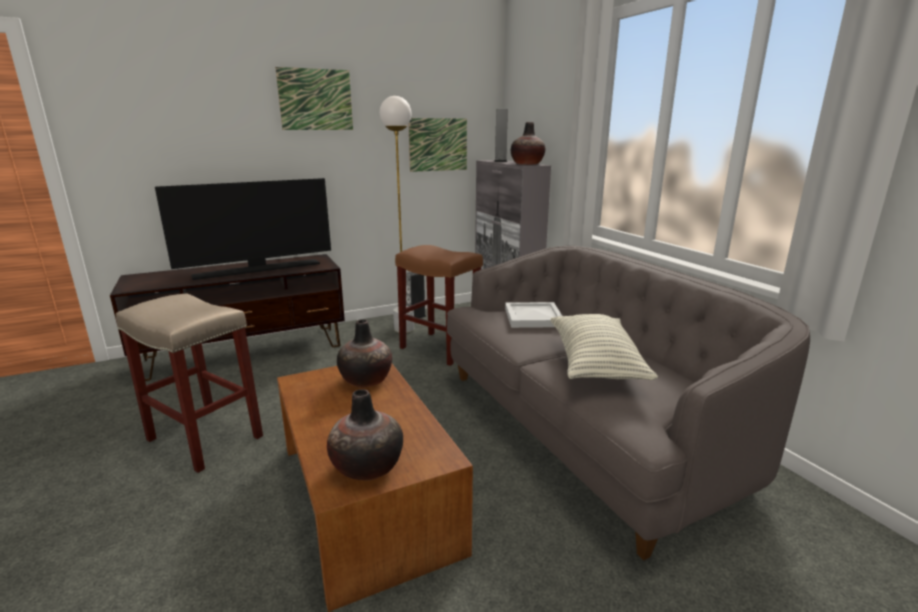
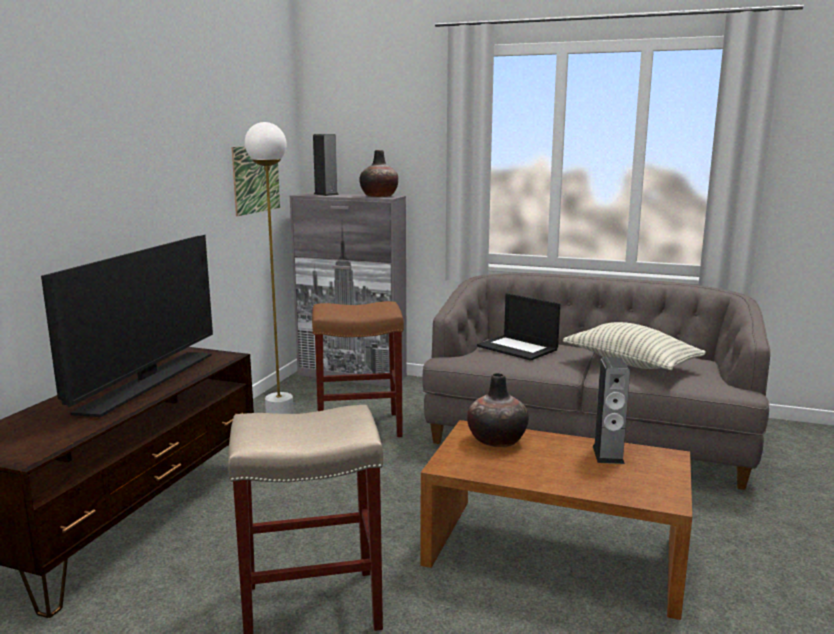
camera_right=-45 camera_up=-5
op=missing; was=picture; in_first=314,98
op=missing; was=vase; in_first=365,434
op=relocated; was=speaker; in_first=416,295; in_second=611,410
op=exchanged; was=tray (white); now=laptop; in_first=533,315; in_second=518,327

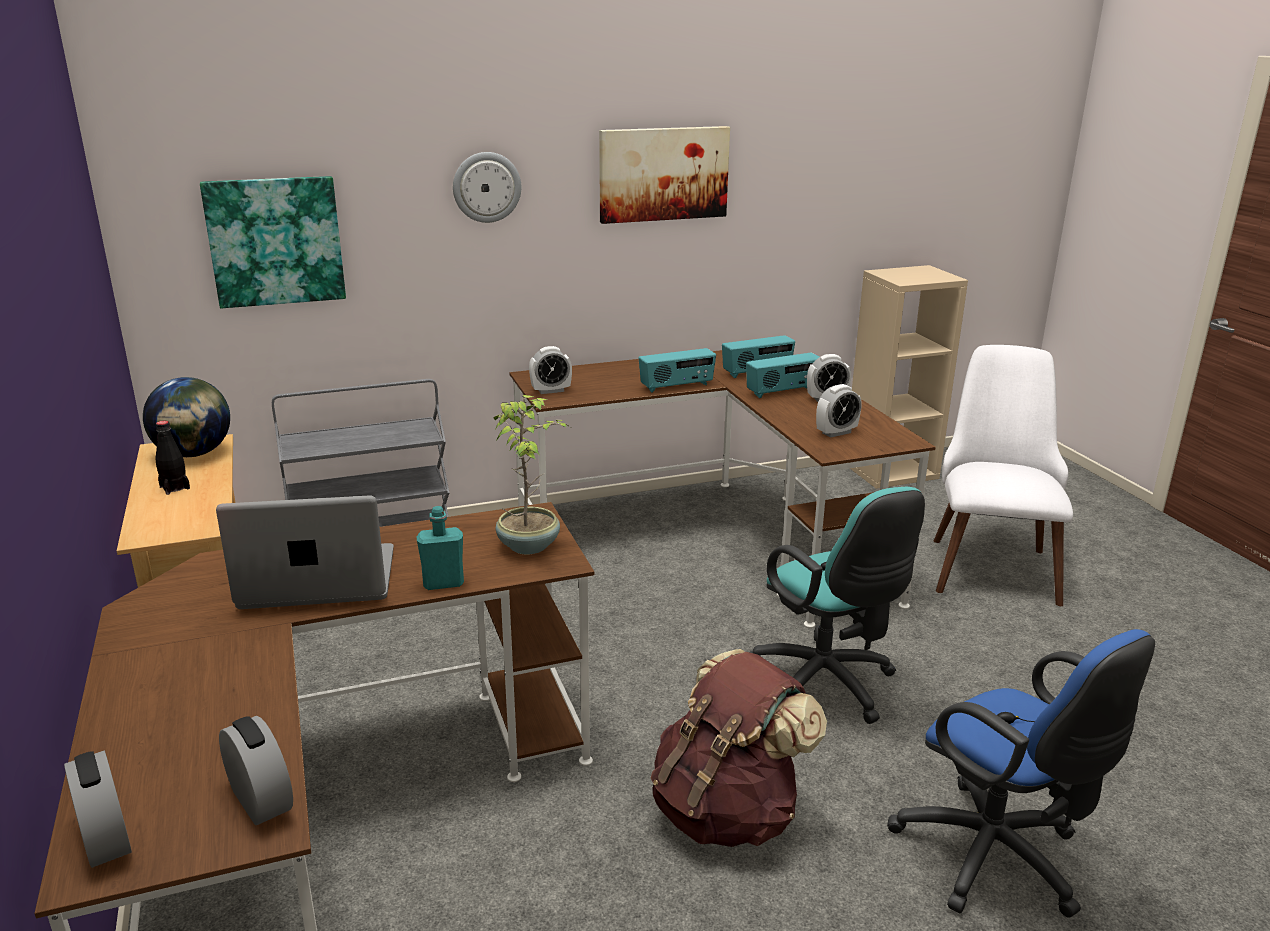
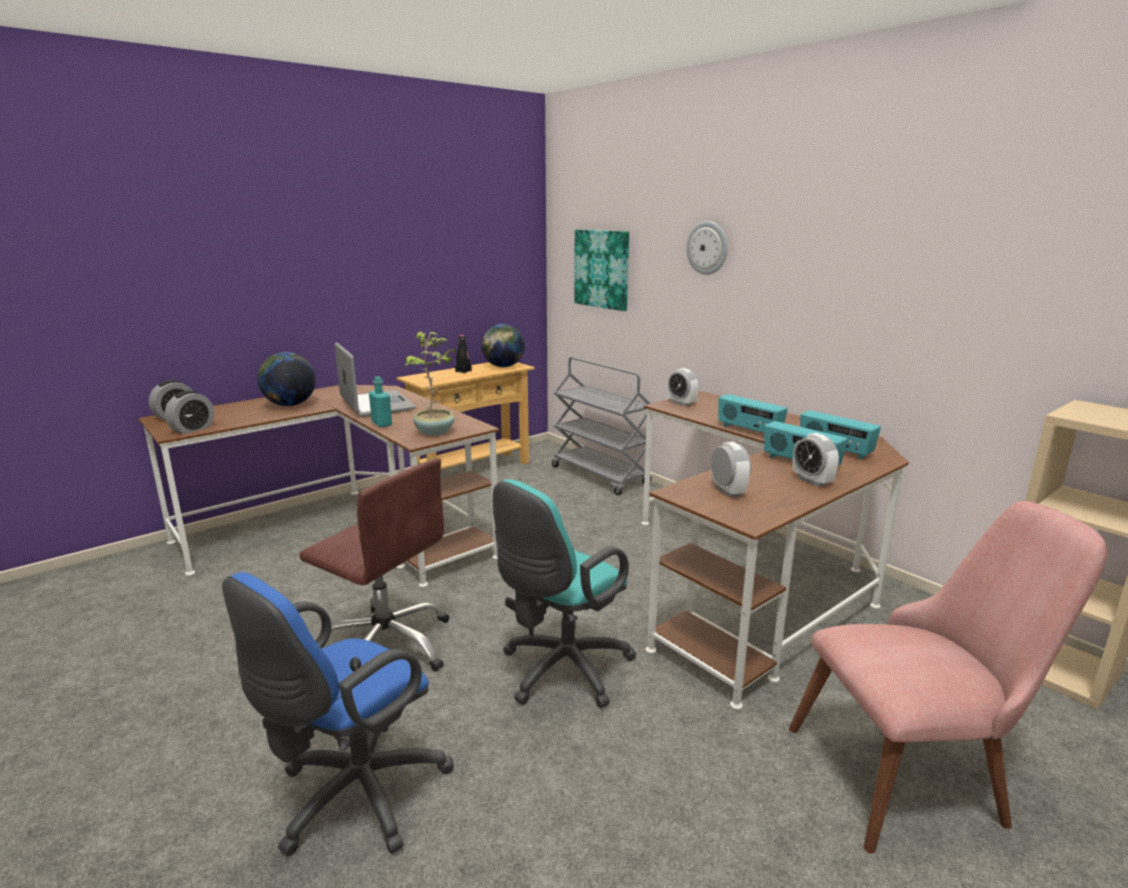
camera_right=70 camera_up=-5
op=missing; was=picture; in_first=664,175
op=appeared; now=globe; in_second=287,379
op=exchanged; was=backpack (brown); now=office chair (brown); in_first=739,748; in_second=374,565
op=colour; was=chair (white); now=chair (pink); in_first=1003,475; in_second=948,677
op=spun; was=alarm clock; in_first=839,411; in_second=731,469; clockwise=-150

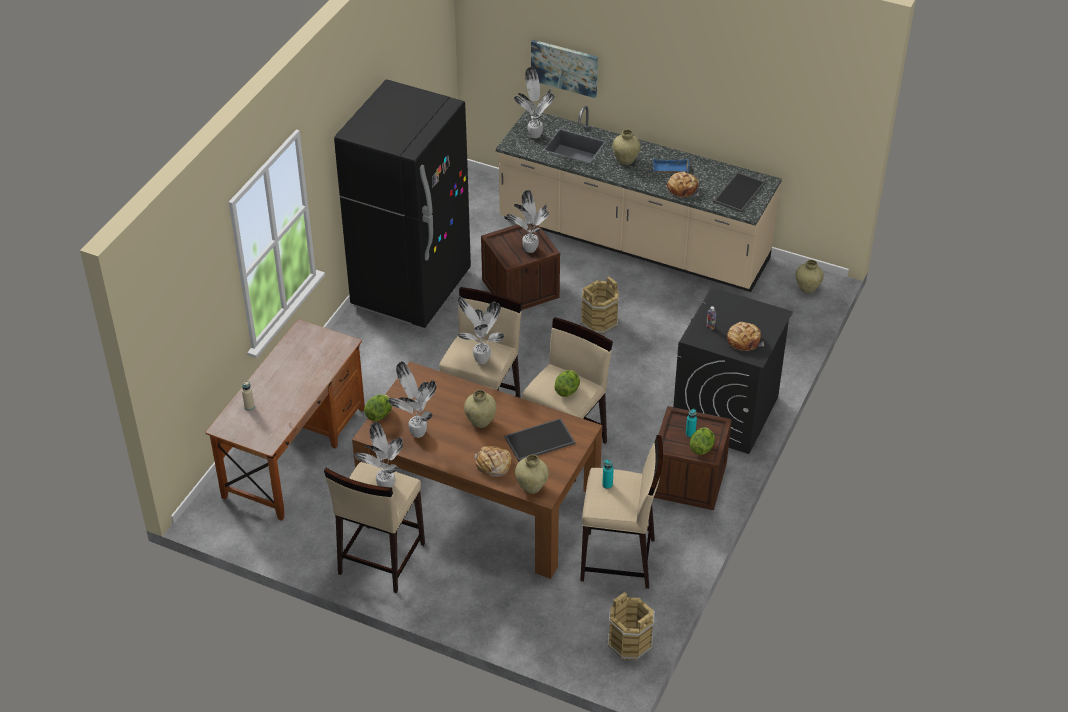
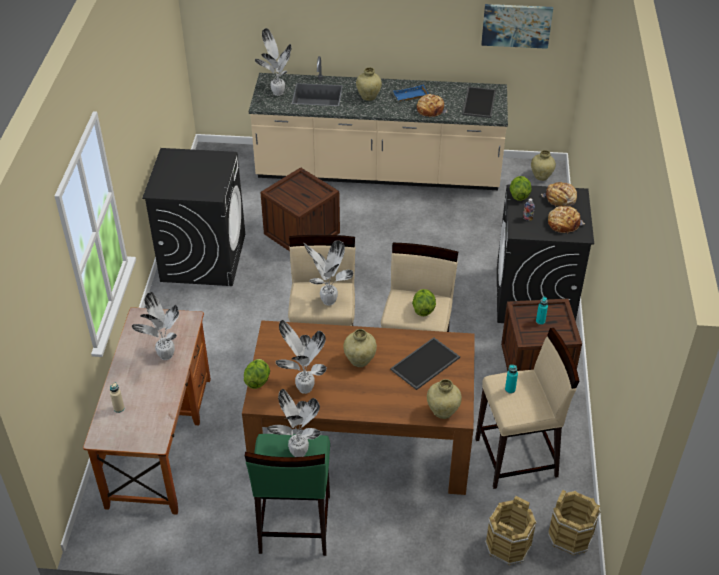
camera_right=-20 camera_up=0
op=relocated; was=bread; in_first=493,461; in_second=559,194
op=relocated; was=potted plant; in_first=528,221; in_second=155,326
op=relocated; was=picture; in_first=564,69; in_second=517,26
op=relocated; was=bucket (brown); in_first=600,305; in_second=511,530
op=relocated; was=lettuce; in_first=702,441; in_second=521,188
op=exchanged; was=fridge (black); now=washing machine (black); in_first=402,203; in_second=193,217
op=colour; was=stool (beige); now=stool (green); in_first=374,527; in_second=287,495

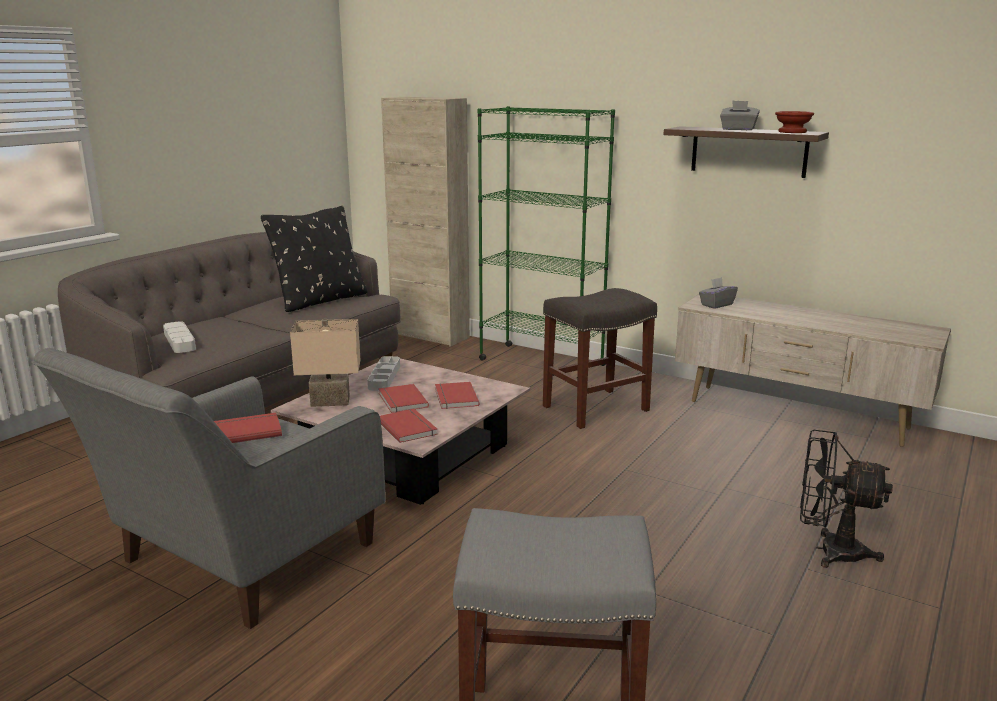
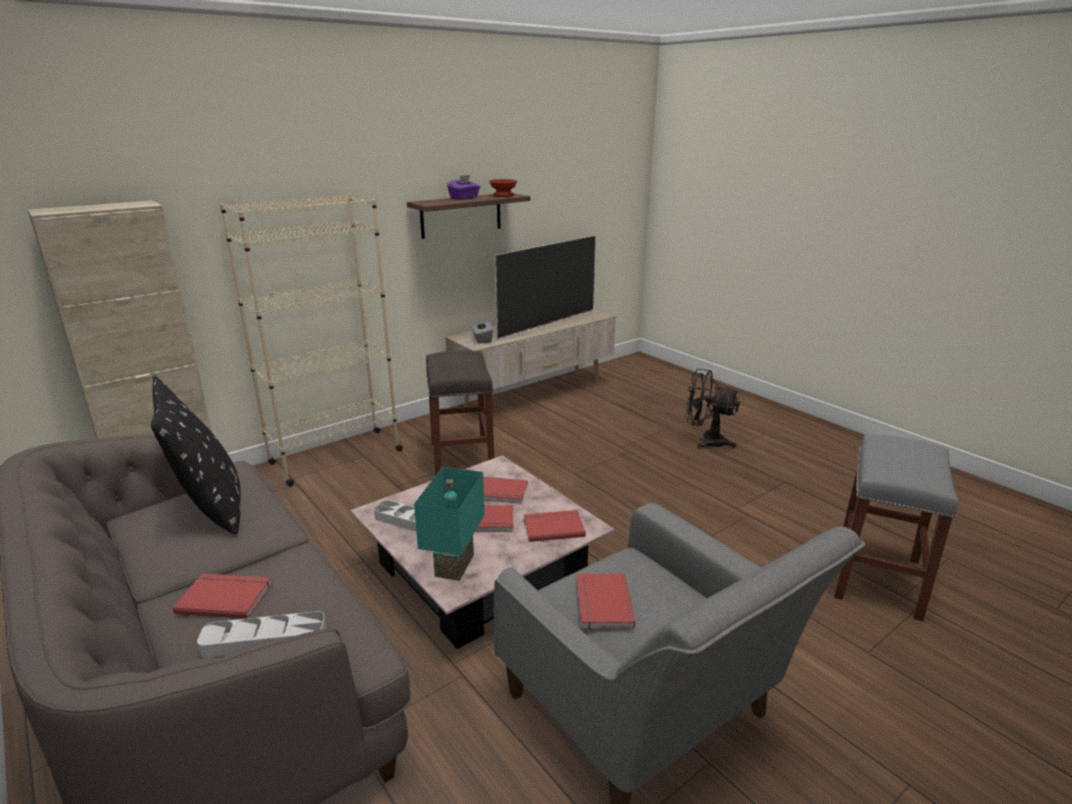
camera_right=-70 camera_up=5
op=appeared; now=book (red); in_second=222,596
op=appeared; now=television; in_second=545,287
op=colour; was=table lamp (beige); now=table lamp (turquoise); in_first=325,363; in_second=449,524
op=colour; was=bookcase (green); now=bookcase (beige); in_first=546,236; in_second=311,340
op=colour; was=tissue box (grey); now=tissue box (purple); in_first=740,115; in_second=463,187
op=spun; was=fan (black); in_first=846,499; in_second=712,409; clockwise=75

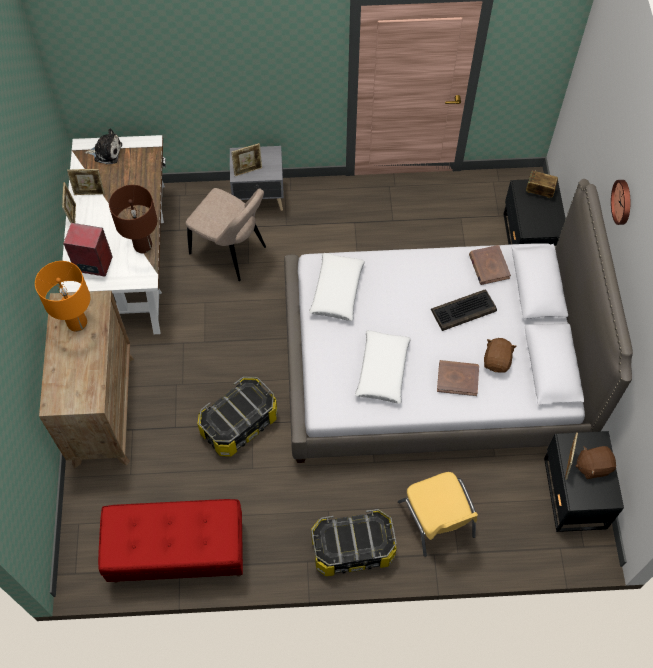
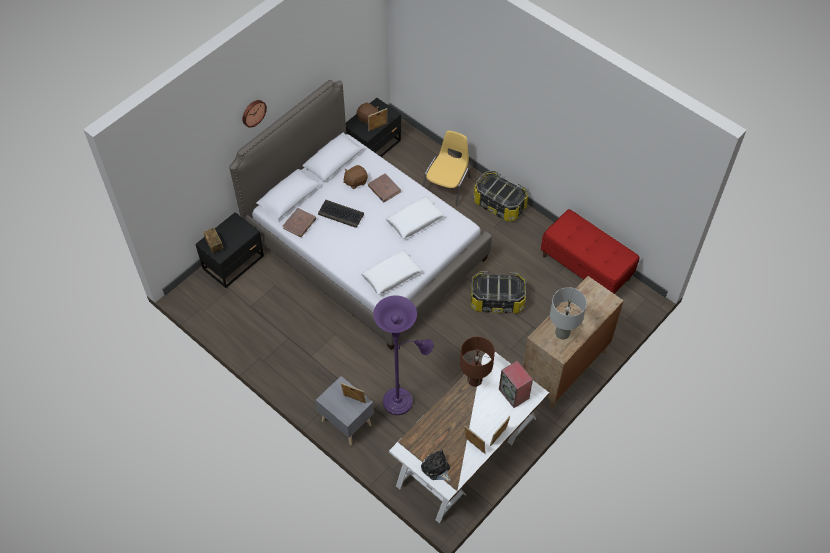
camera_right=-135 camera_up=-5
op=exchanged; was=chair (beige); now=floor lamp (purple); in_first=225,234; in_second=403,355
op=colour; was=table lamp (orange); now=table lamp (grey); in_first=62,296; in_second=568,313

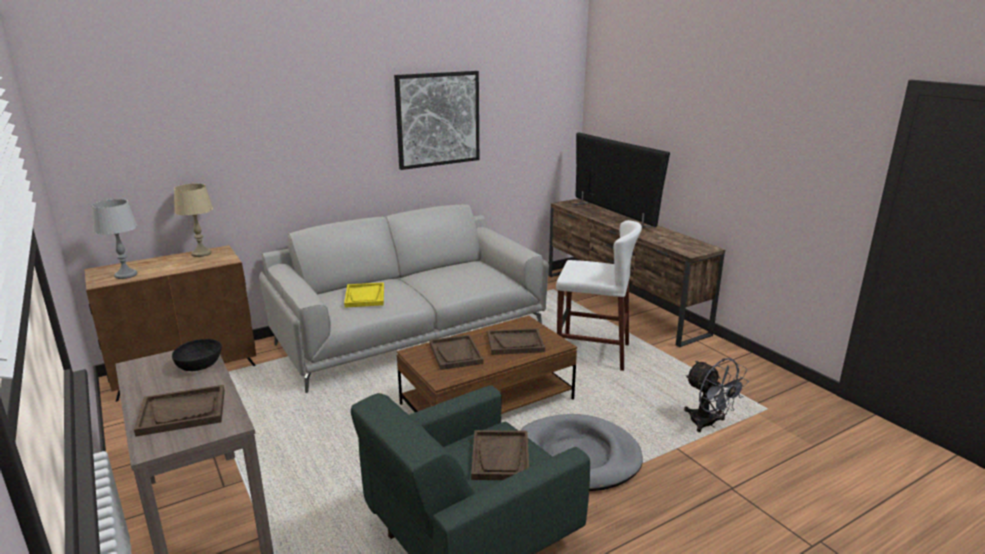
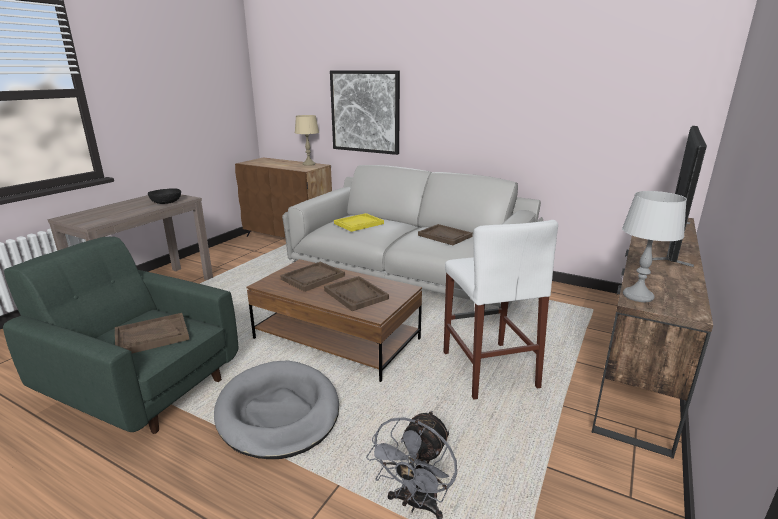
camera_right=60 camera_up=0
op=relocated; was=table lamp (grey); in_first=114,239; in_second=654,246
op=relocated; was=tray (brown); in_first=179,411; in_second=445,234
op=relocated; was=picture; in_first=436,120; in_second=365,113

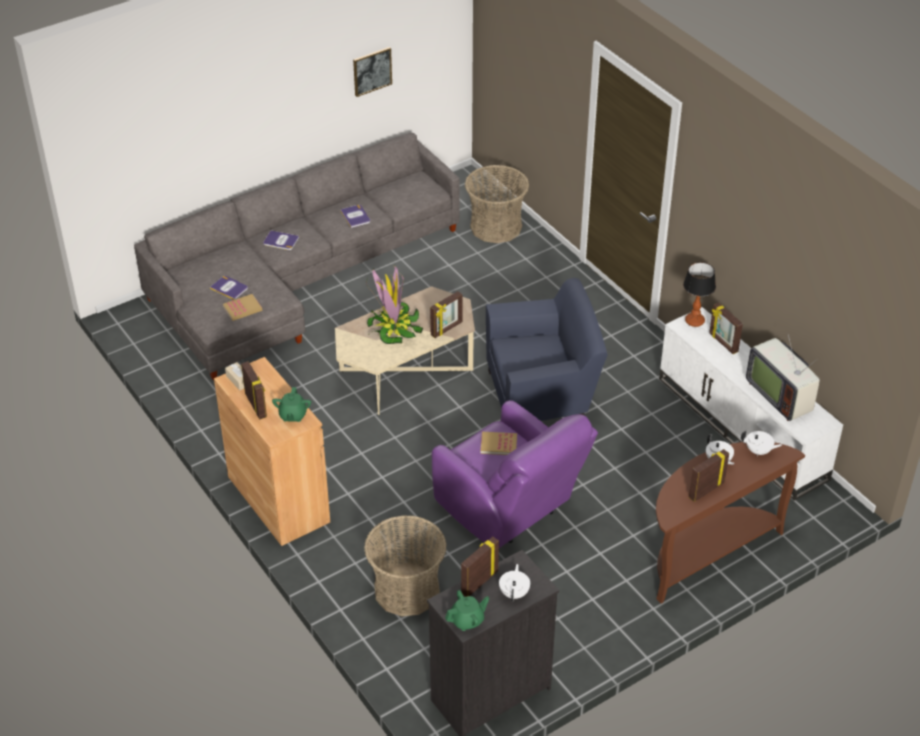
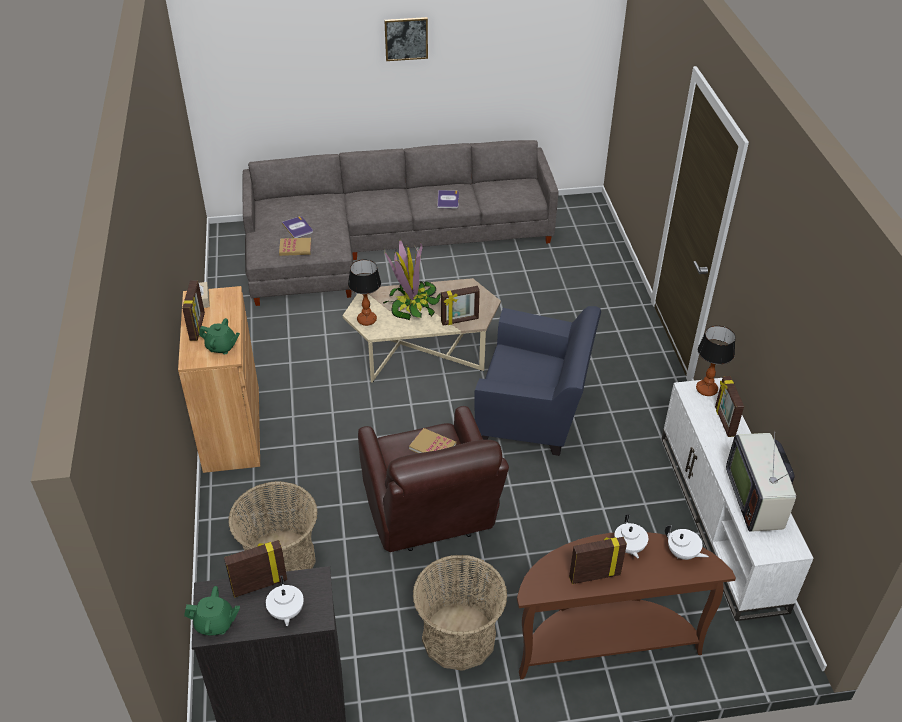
camera_right=25 camera_up=0
op=missing; was=book; in_first=281,240
op=appeared; now=table lamp; in_second=364,292
op=relocated; was=picture; in_first=372,72; in_second=406,39
op=relocated; was=basket; in_first=497,204; in_second=460,613
op=colour; was=armchair (purple); now=armchair (brown); in_first=515,474; in_second=433,479
op=spun; was=teapot (green); in_first=291,404; in_second=219,336; clockwise=-105
op=spun; was=teapot (white); in_first=514,583; in_second=285,600; clockwise=135

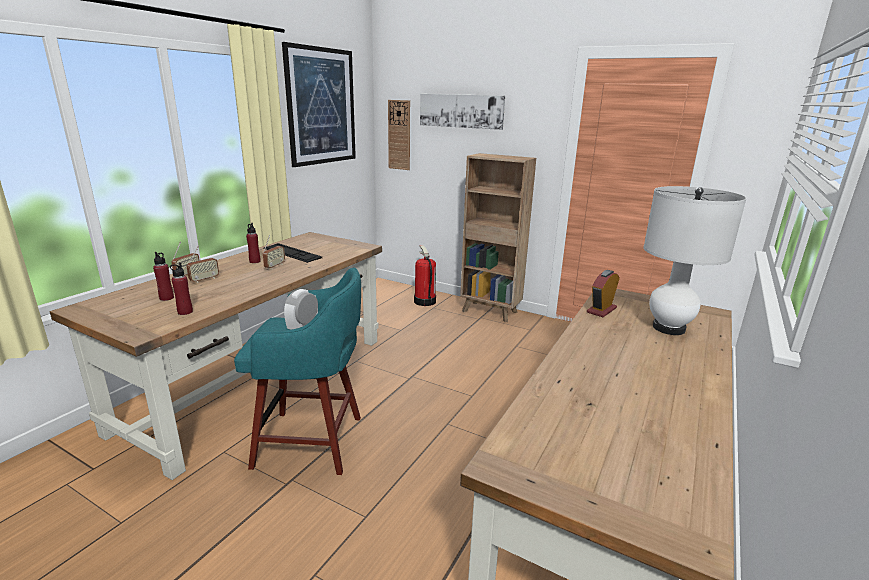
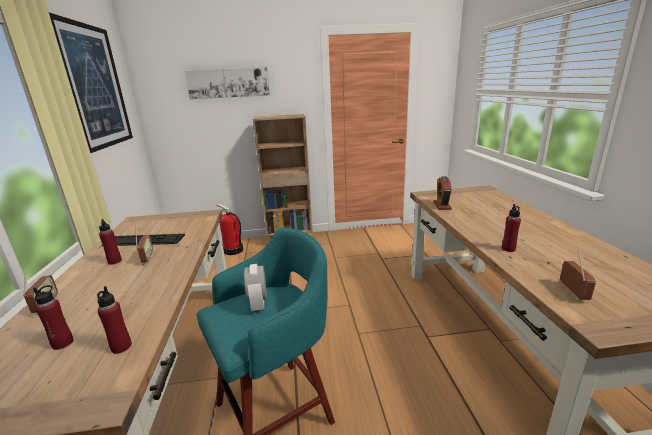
camera_right=-35 camera_up=0
op=missing; was=wall clock; in_first=399,135
op=missing; was=table lamp (white); in_first=695,260
op=appeared; now=bottle (red); in_second=511,228
op=relocated; was=radio; in_first=202,264; in_second=578,275

